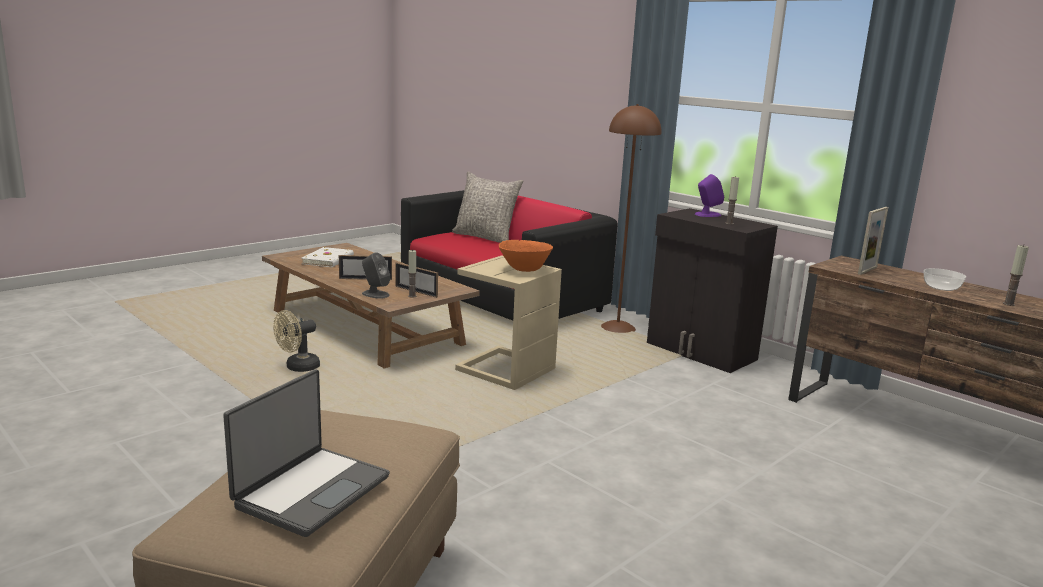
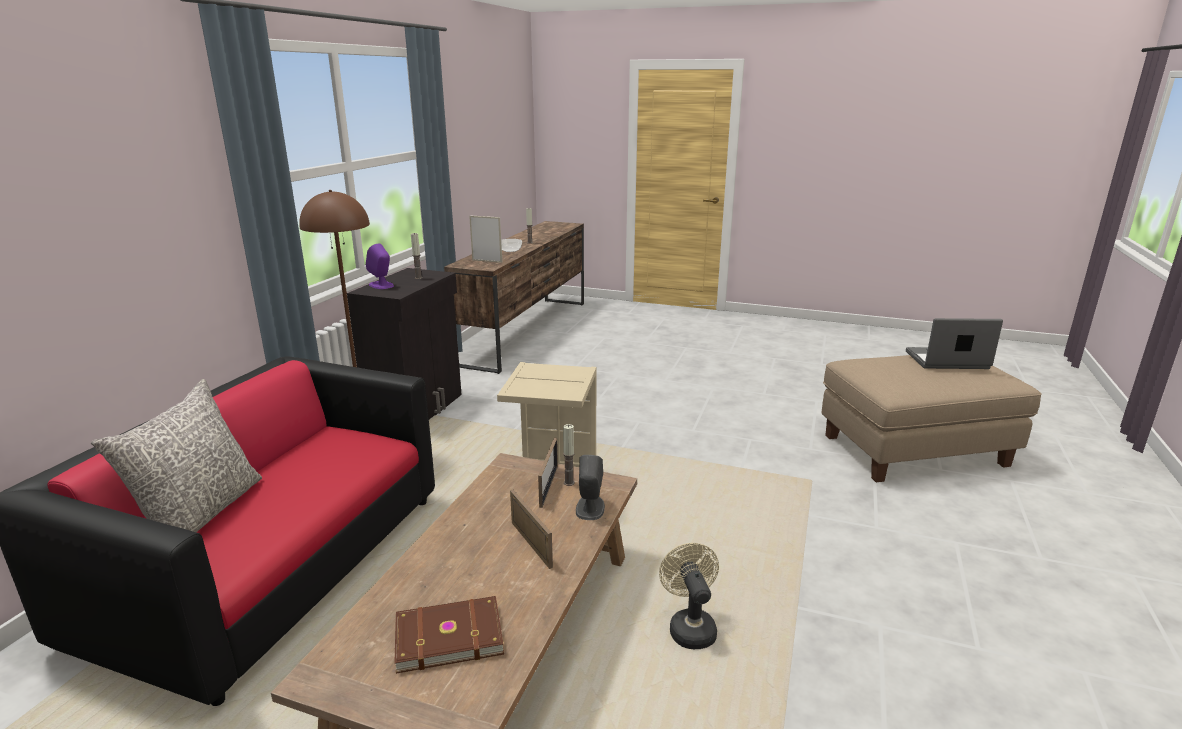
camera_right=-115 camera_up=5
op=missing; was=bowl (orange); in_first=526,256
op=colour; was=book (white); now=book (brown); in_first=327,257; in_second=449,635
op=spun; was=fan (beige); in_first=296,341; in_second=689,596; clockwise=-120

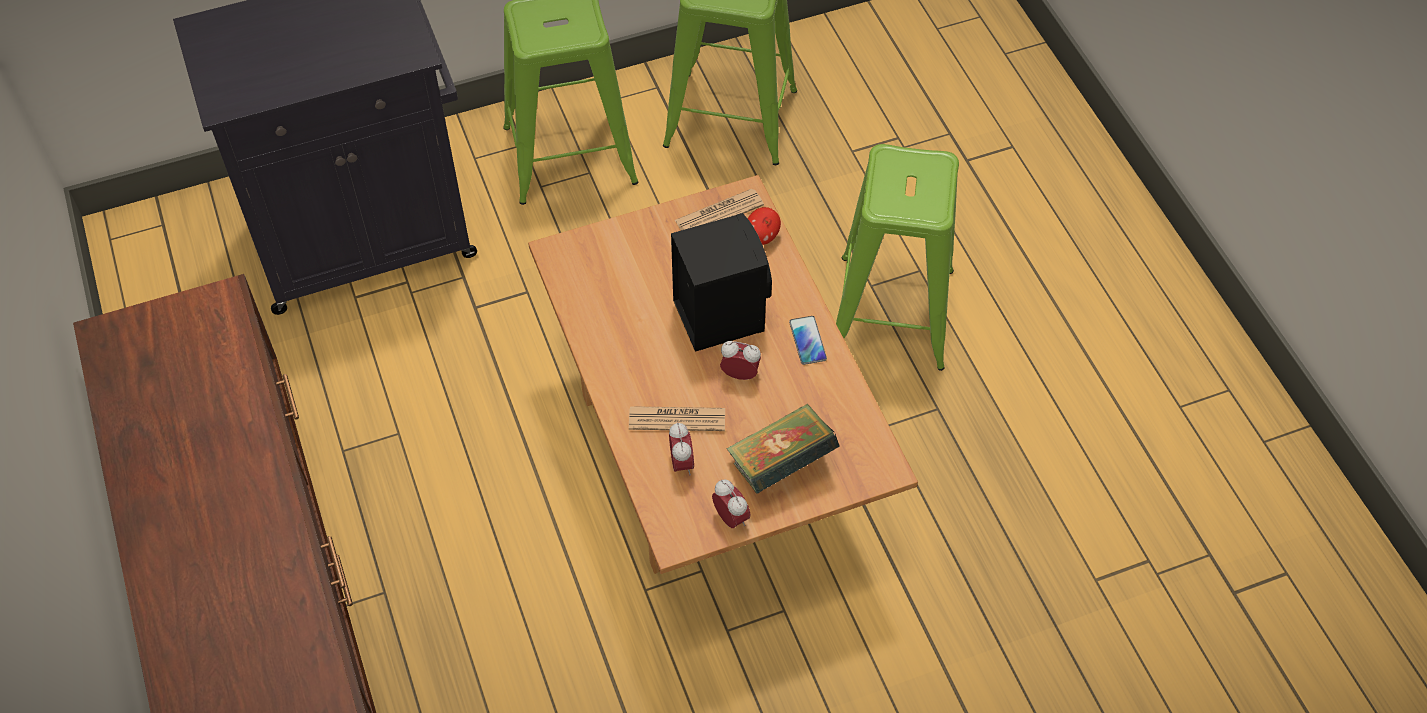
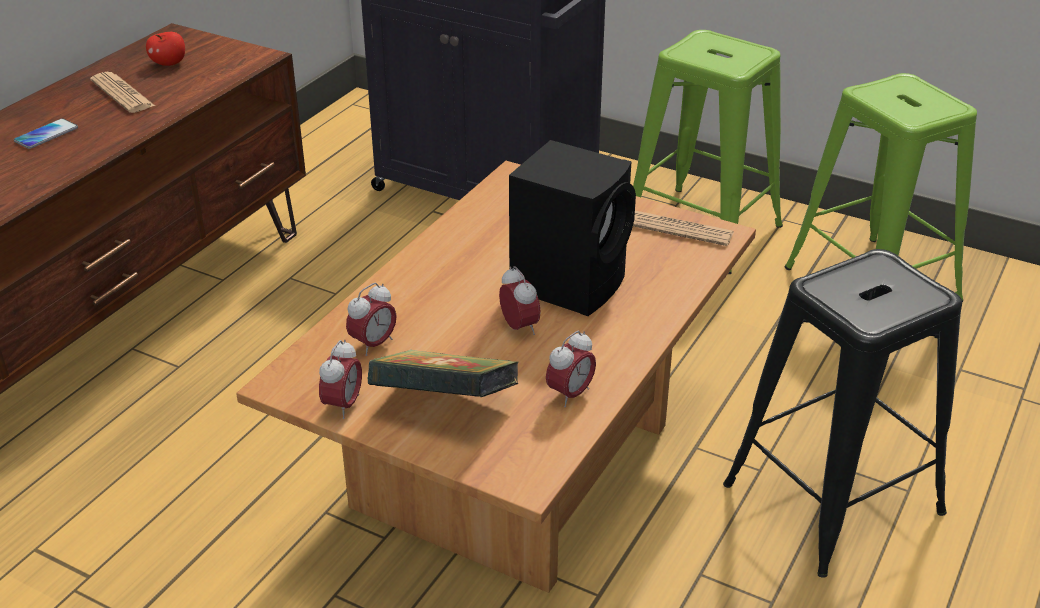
camera_right=50 camera_up=-20
op=appeared; now=alarm clock; in_second=571,369
op=relocated; was=newspaper; in_first=677,418; in_second=122,92
op=relocated; was=apple; in_first=764,226; in_second=165,49
op=relocated; was=phone; in_first=808,340; in_second=46,133
op=colour; was=stool (green); now=stool (black); in_first=897,257; in_second=842,413

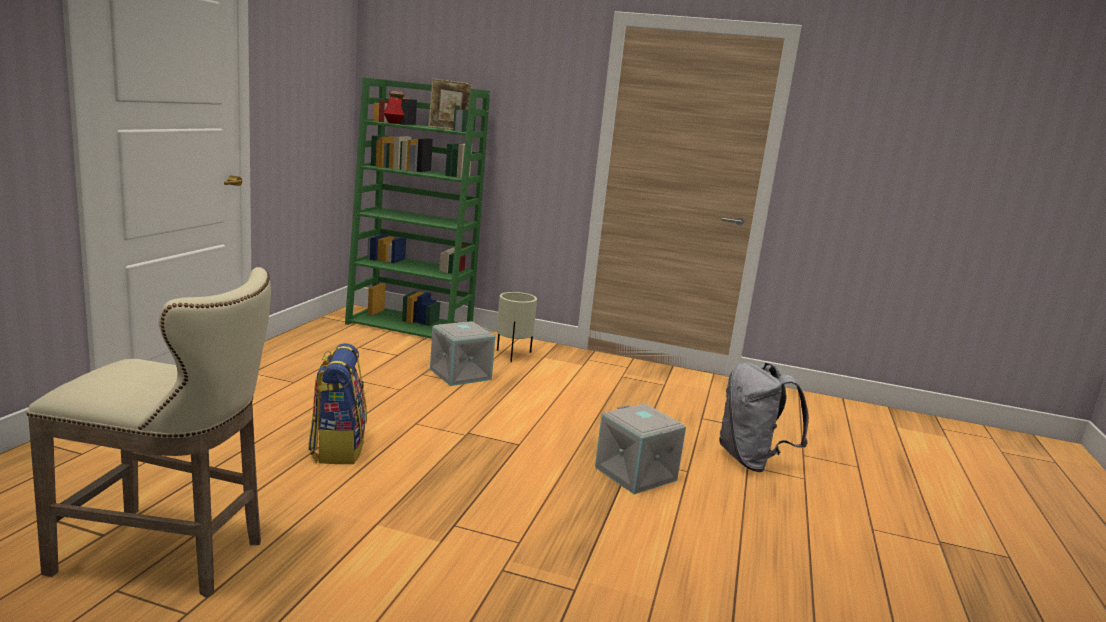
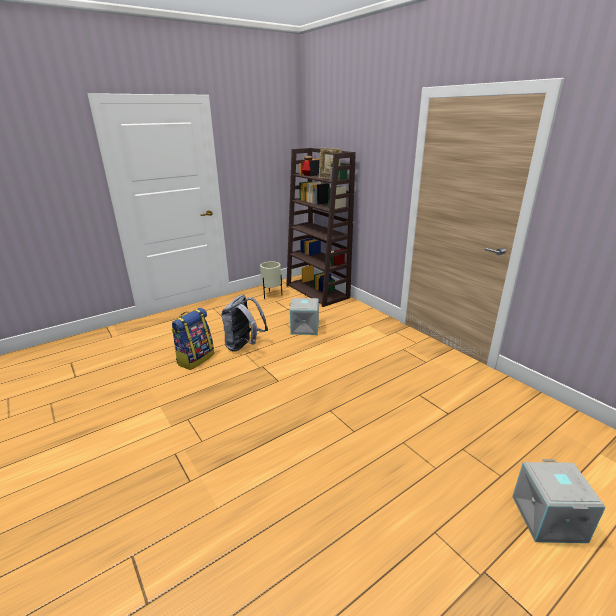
camera_right=40 camera_up=10
op=missing; was=stool (beige); in_first=149,432
op=relocated; was=planter (beige); in_first=517,327; in_second=271,280
op=relocated; was=storage box (grey); in_first=640,448; in_second=559,501
op=relocated; was=backpack (grey); in_first=764,417; in_second=244,323
op=colour; was=bookcase (green); now=bookcase (brown); in_first=417,208; in_second=321,227

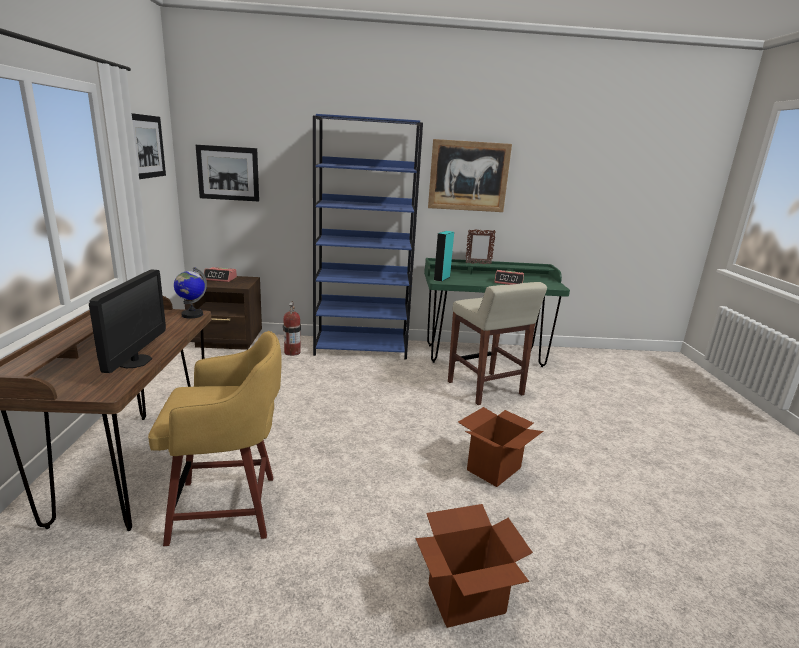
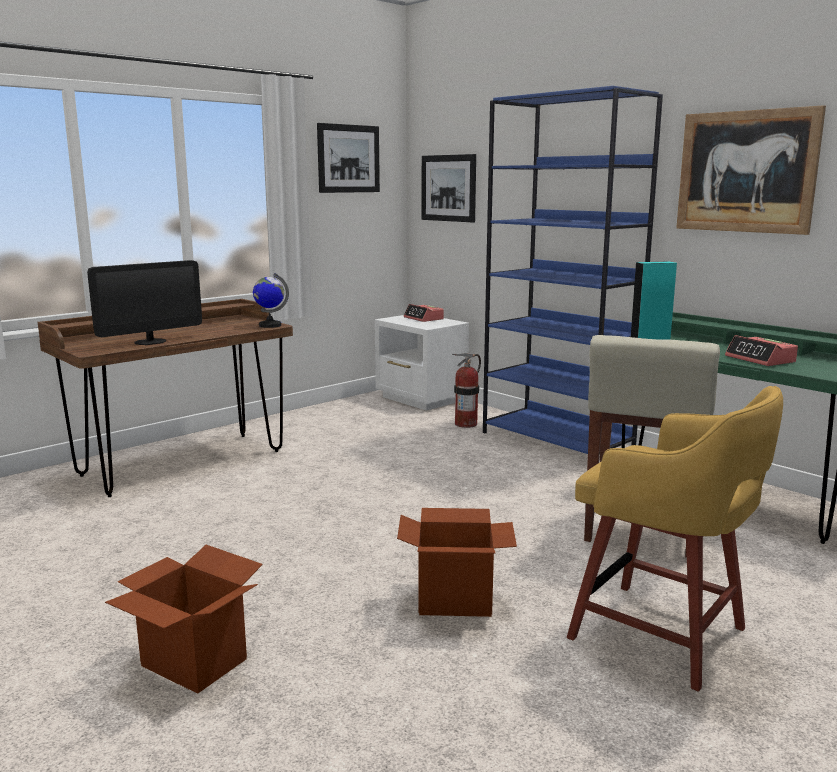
camera_right=50 camera_up=-5
op=missing; was=picture frame; in_first=480,246
op=relocated; was=stool (yellow); in_first=215,438; in_second=675,539
op=colour; was=nightstand (brown); now=nightstand (white); in_first=223,312; in_second=422,363

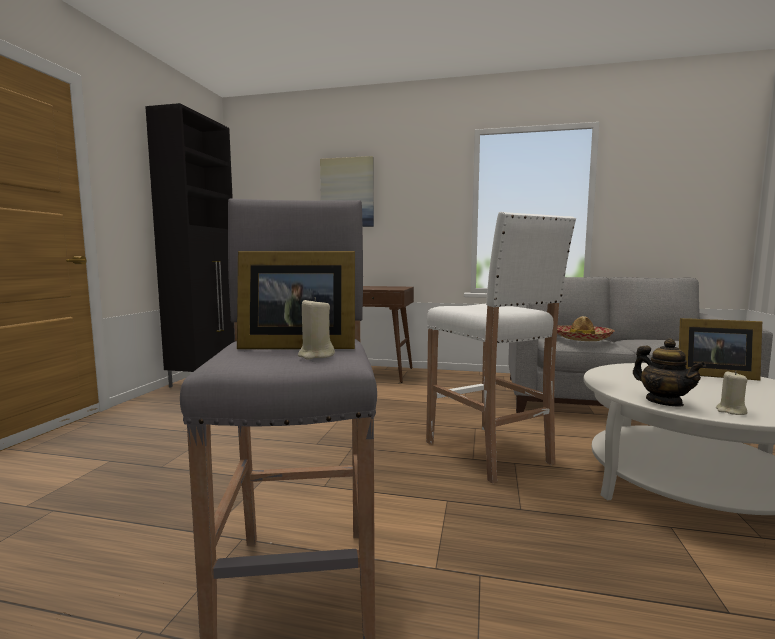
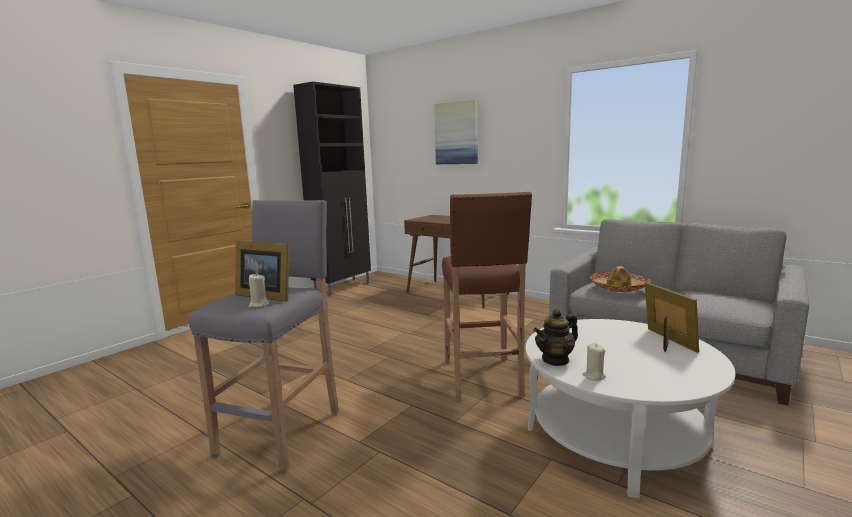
camera_right=25 camera_up=5
op=colour; was=stool (white); now=stool (brown); in_first=501,347; in_second=487,296
op=spun; was=teapot; in_first=669,373; in_second=555,337; clockwise=60
op=spun; was=picture frame; in_first=720,349; in_second=671,317; clockwise=-150

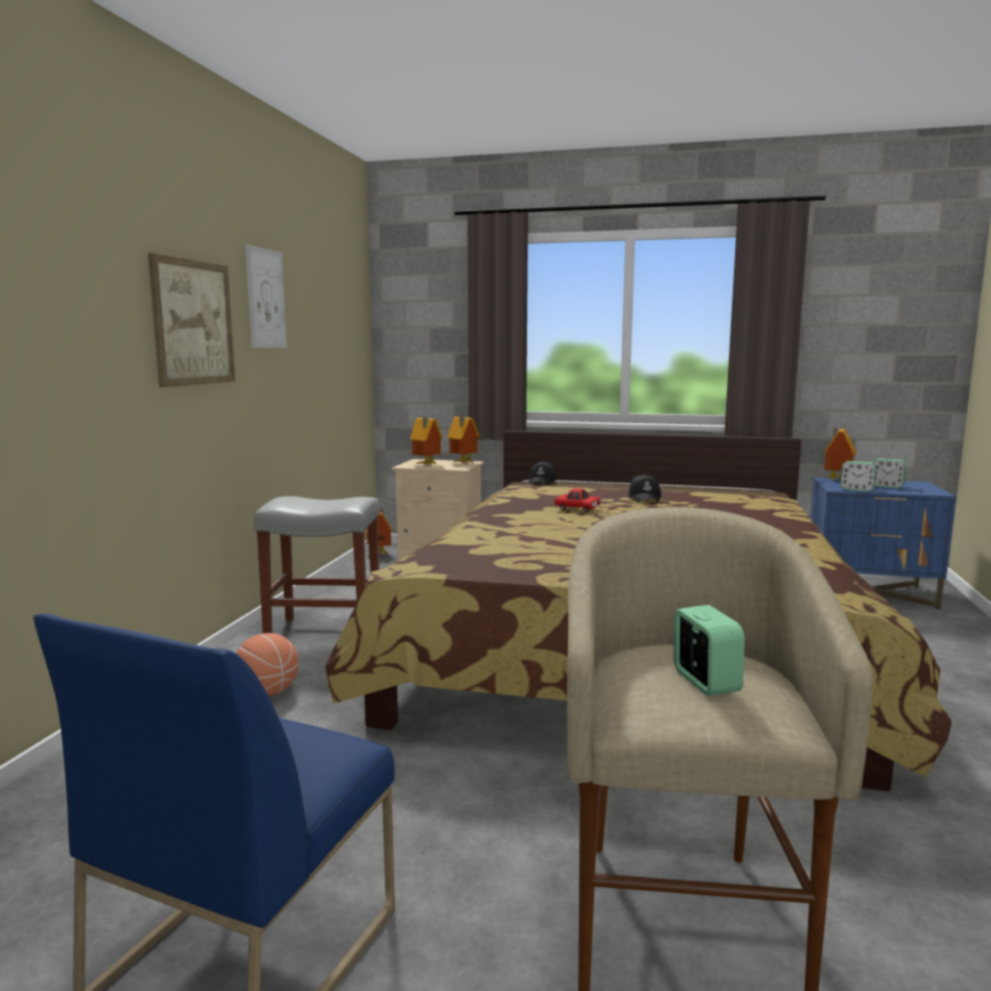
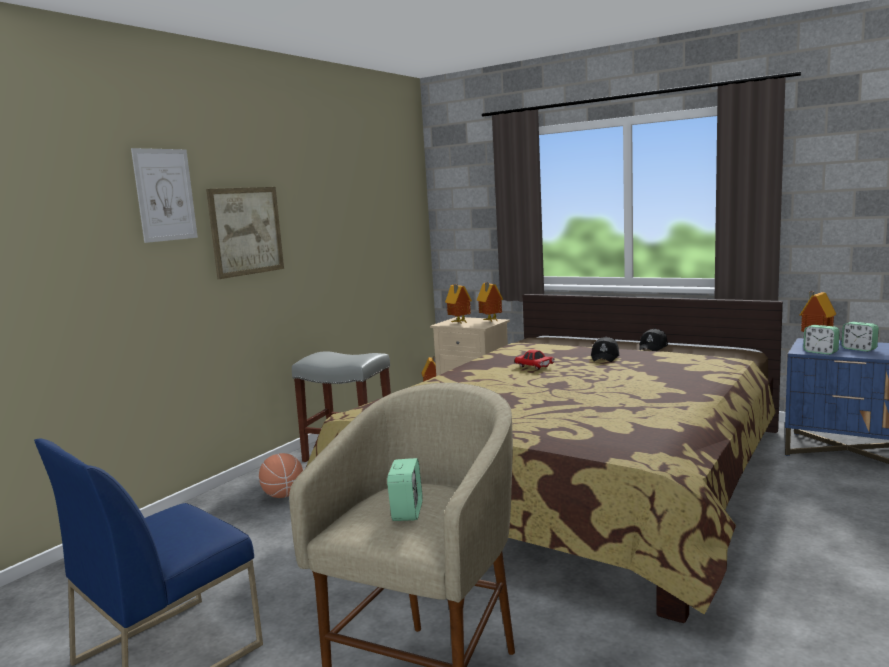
camera_right=20 camera_up=0
op=relocated; was=picture; in_first=266,296; in_second=164,195
op=relocated; was=cap (black); in_first=543,473; in_second=653,339

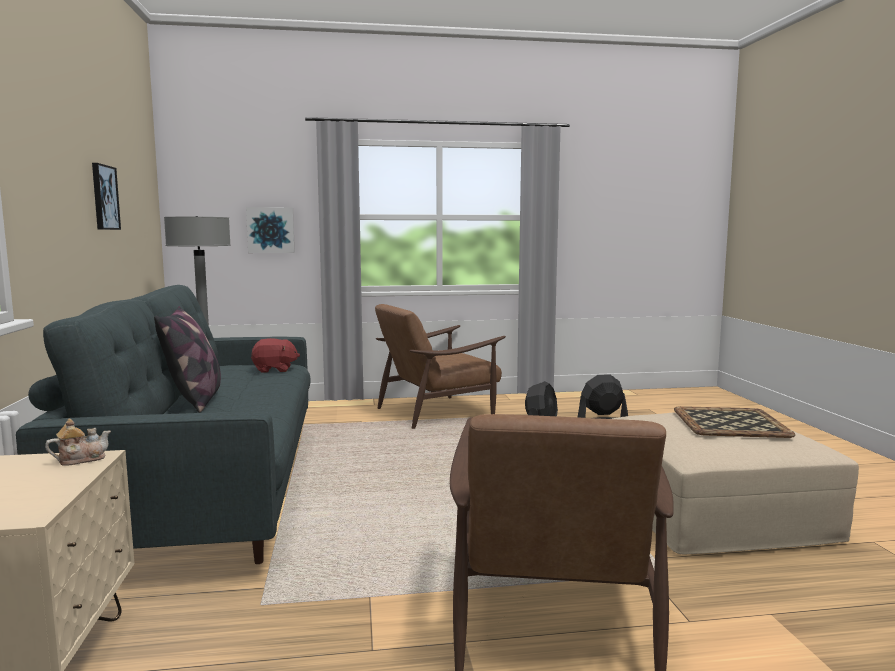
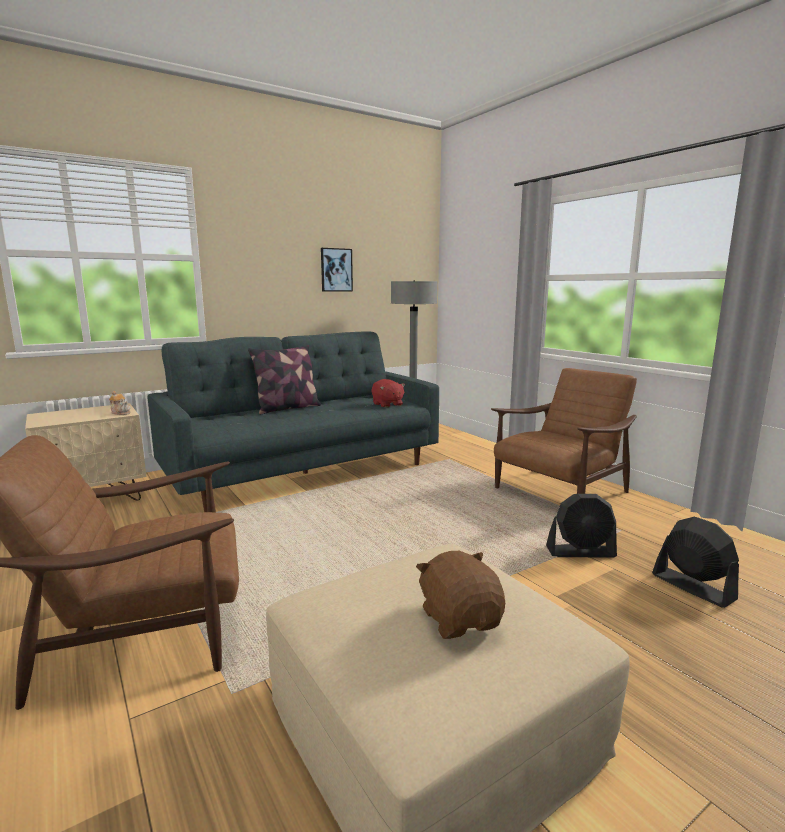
camera_right=65 camera_up=5
op=missing; was=picture; in_first=270,230
op=exchanged; was=tray; now=plush toy (brown); in_first=734,422; in_second=460,595
op=spun; was=armchair (brown); in_first=440,366; in_second=564,431; clockwise=105

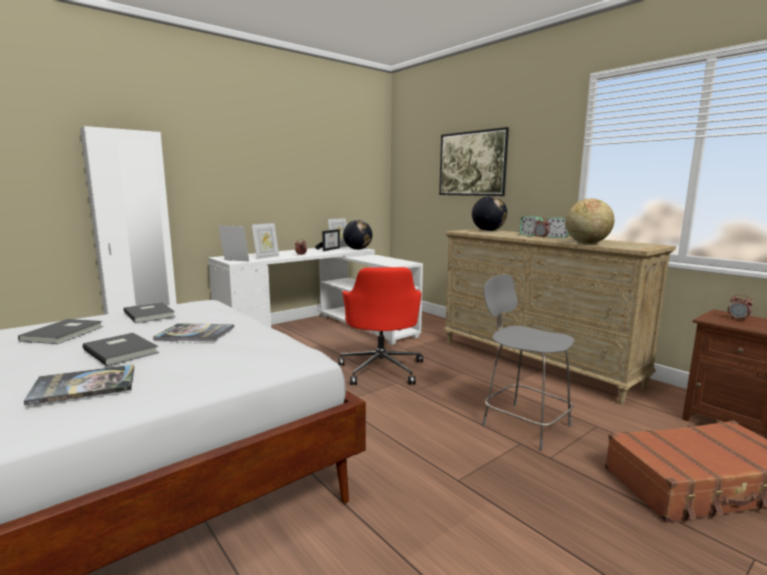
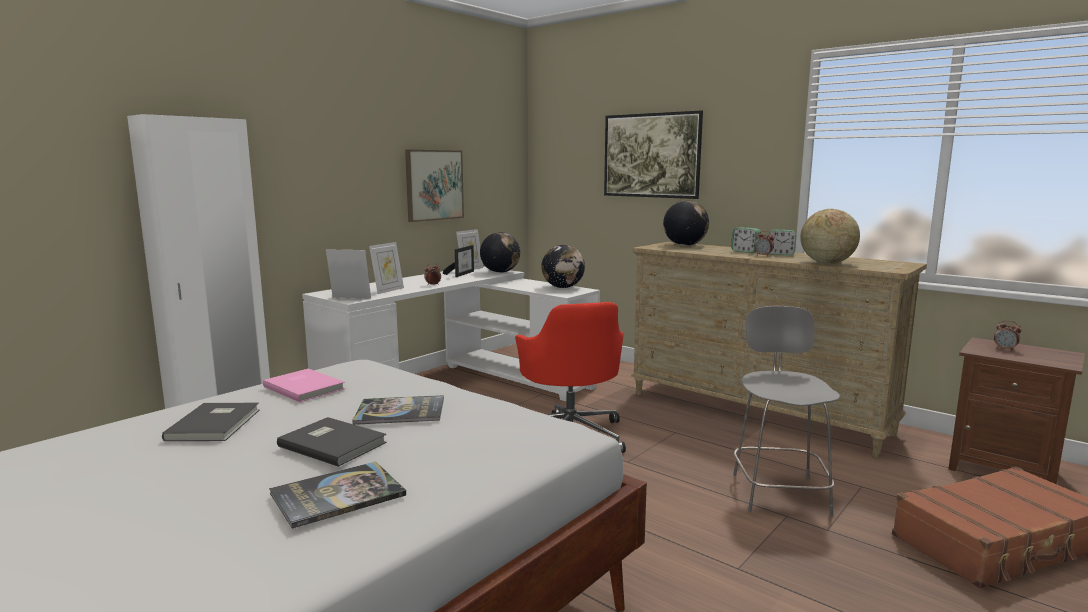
camera_right=-10 camera_up=0
op=appeared; now=picture; in_second=434,186
op=appeared; now=globe; in_second=563,266
op=colour; was=book (grey); now=book (pink); in_first=149,312; in_second=304,385
op=spun; was=chair (grey); in_first=528,362; in_second=786,411; clockwise=60

